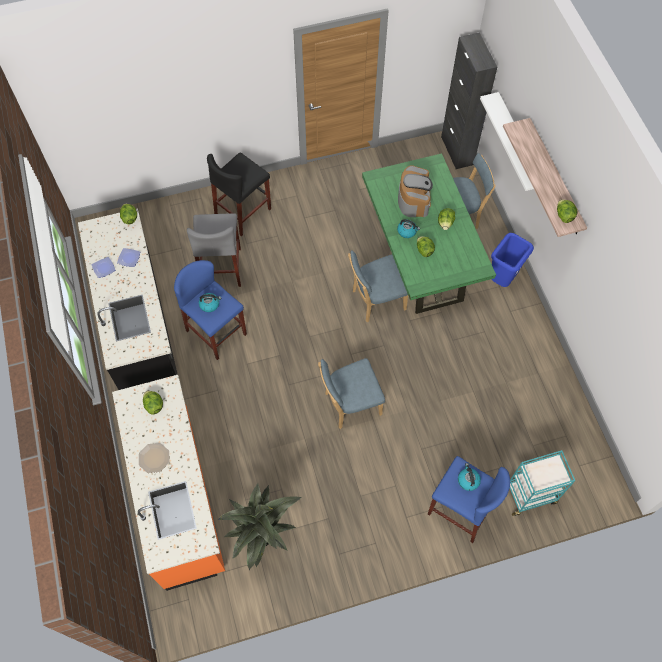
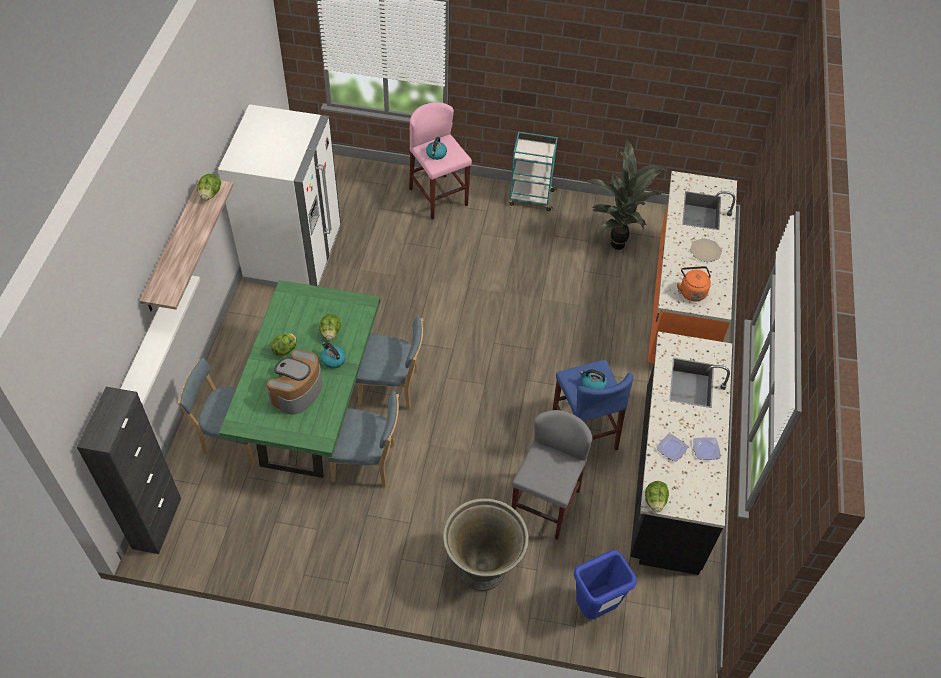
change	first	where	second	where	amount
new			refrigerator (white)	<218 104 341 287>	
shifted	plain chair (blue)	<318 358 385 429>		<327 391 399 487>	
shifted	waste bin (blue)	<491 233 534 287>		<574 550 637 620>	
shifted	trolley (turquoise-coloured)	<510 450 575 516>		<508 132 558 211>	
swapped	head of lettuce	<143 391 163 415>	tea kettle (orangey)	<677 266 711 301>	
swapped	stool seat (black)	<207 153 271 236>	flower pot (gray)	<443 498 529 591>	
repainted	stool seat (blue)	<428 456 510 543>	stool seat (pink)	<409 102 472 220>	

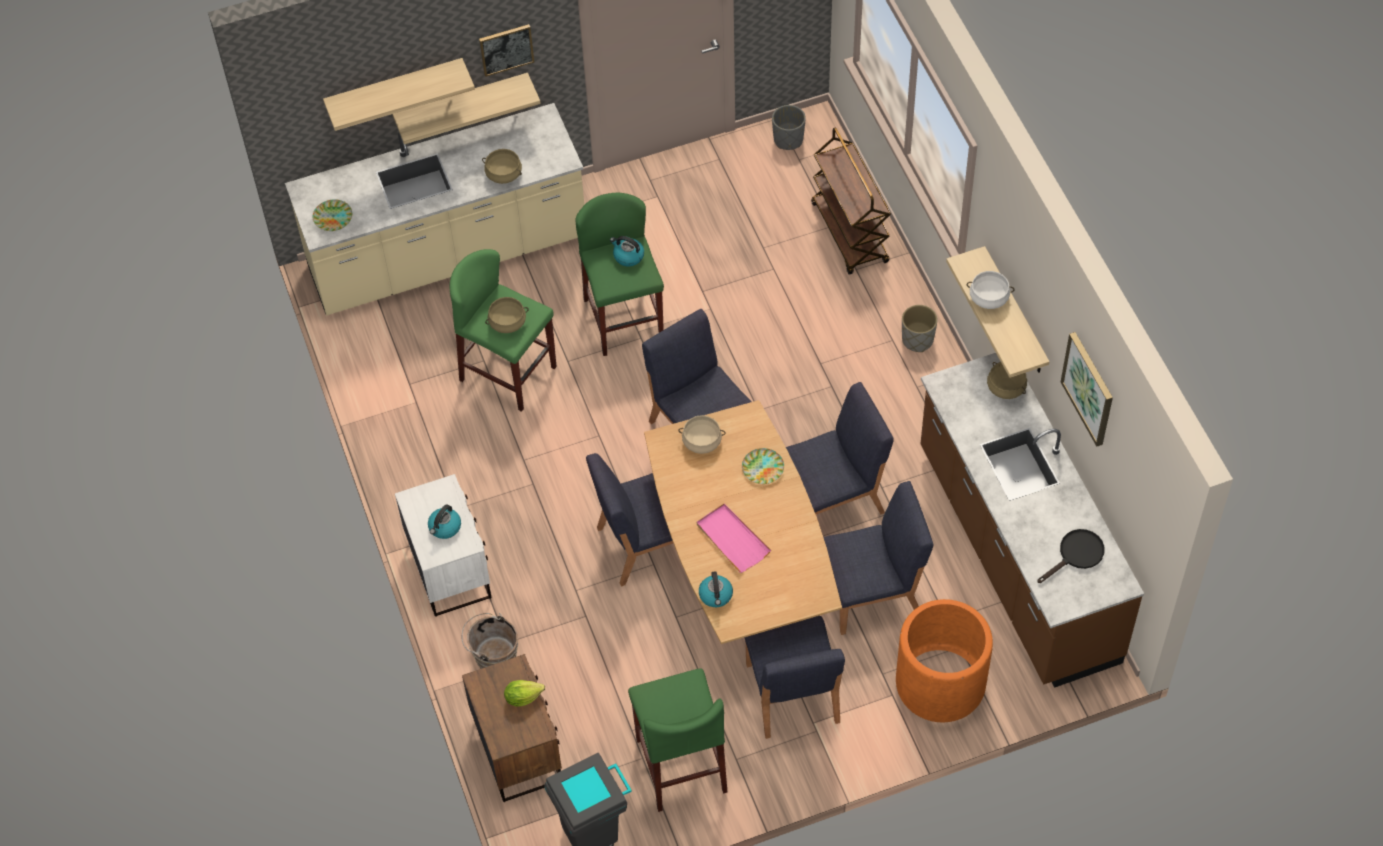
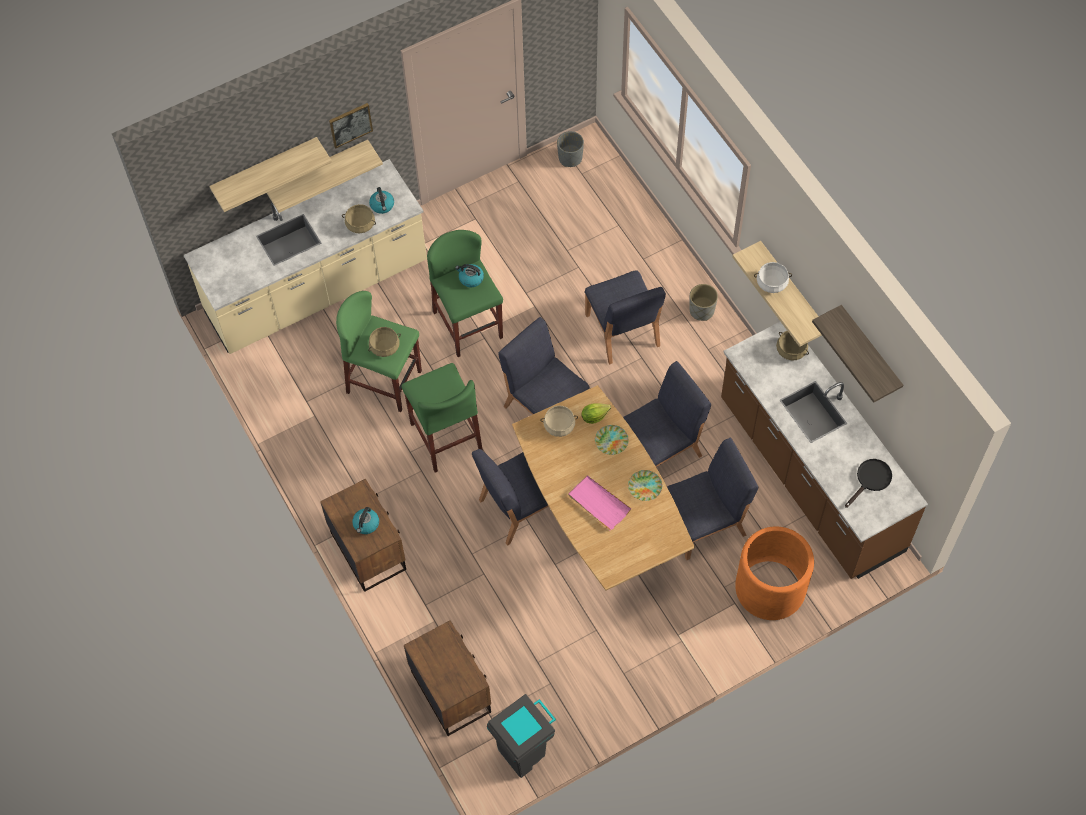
change	first	where	second	where	amount
gone	bucket (brown)	<462 613 518 669>			
gone	trolley (brown)	<811 127 891 275>			
shifted	plate	<313 199 352 231>		<628 470 662 501>	
shifted	head of lettuce	<504 680 545 707>		<581 403 611 424>	
shifted	stool seat (greenish)	<628 668 727 812>		<401 363 483 473>	
shifted	tea kettle	<699 571 733 607>		<369 187 394 214>	
shifted	plain chair (blue)	<745 616 845 739>		<585 270 666 364>	
swapped	wall art	<1061 332 1113 447>	shelf	<812 305 903 403>	
repainted	bedside table (white)	<395 474 492 617>	bedside table (brown)	<320 479 406 592>	

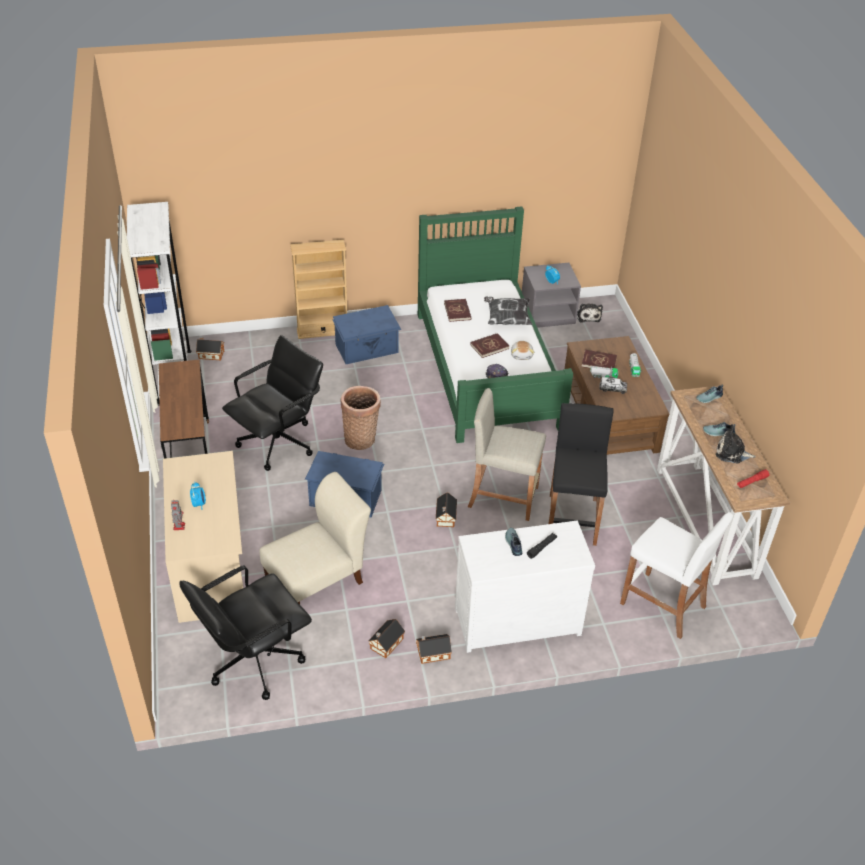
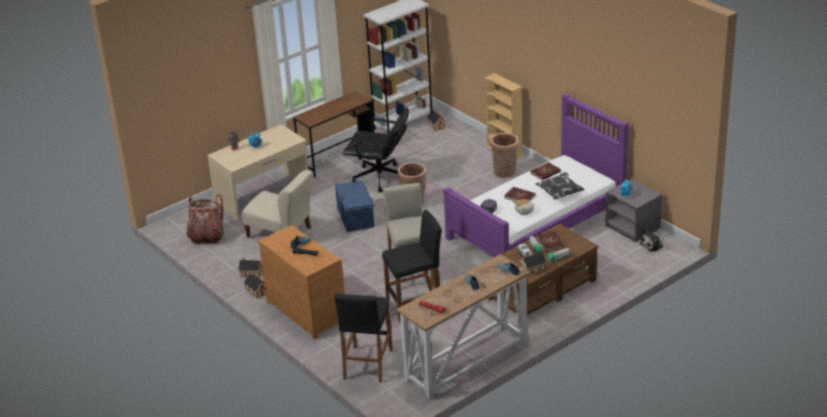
change	first	where	second	where	amount
gone	plush toy	<716 425 756 463>			
shifted	model house	<436 493 457 527>		<520 252 547 275>	
swapped	computer chair (black)	<179 566 312 700>	knapsack	<186 194 224 245>	
swapped	storage box (blue)	<332 305 401 364>	household basket	<490 133 519 178>	
repainted	bedroom bed (greenish)	<418 206 573 443>	bedroom bed (purple-coloured)	<443 93 629 257>	
repainted	dresser (white)	<455 520 595 653>	dresser (brown)	<258 225 345 339>	
repainted	stool seat (white)	<620 512 733 639>	stool seat (black)	<335 293 393 383>	

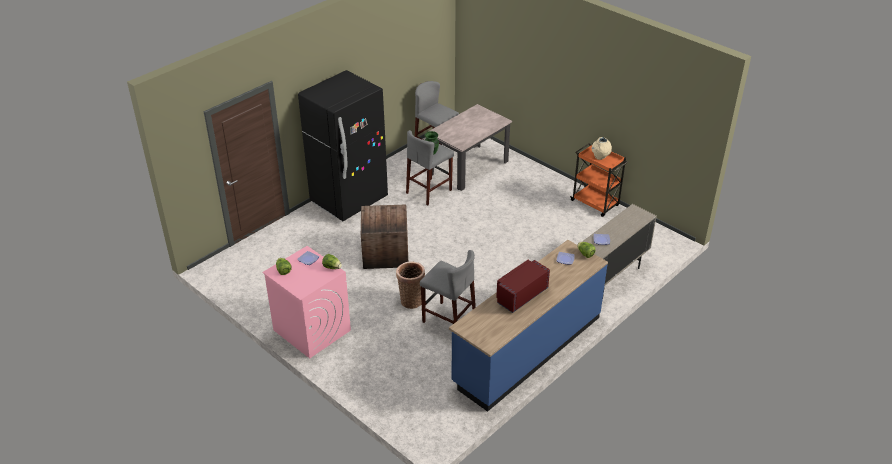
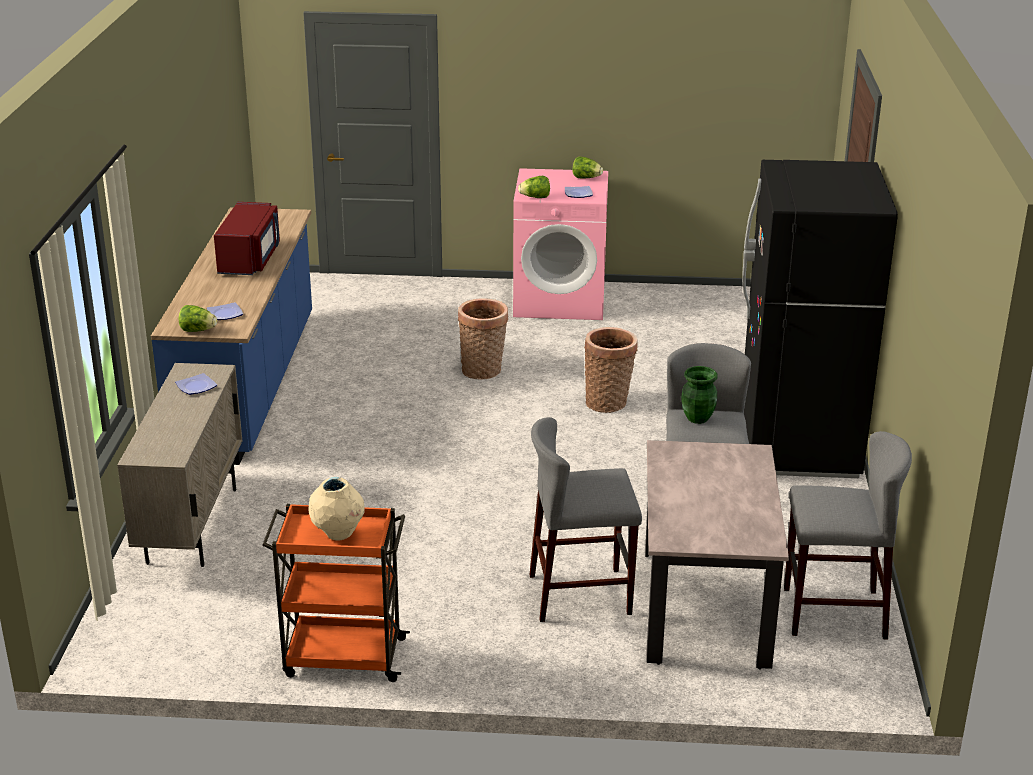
change	first	where	second	where	amount
shifted	stool seat (gray)	<420 250 476 324>		<529 417 642 622>	
swapped	crate	<361 204 408 269>	household basket	<584 327 637 413>	

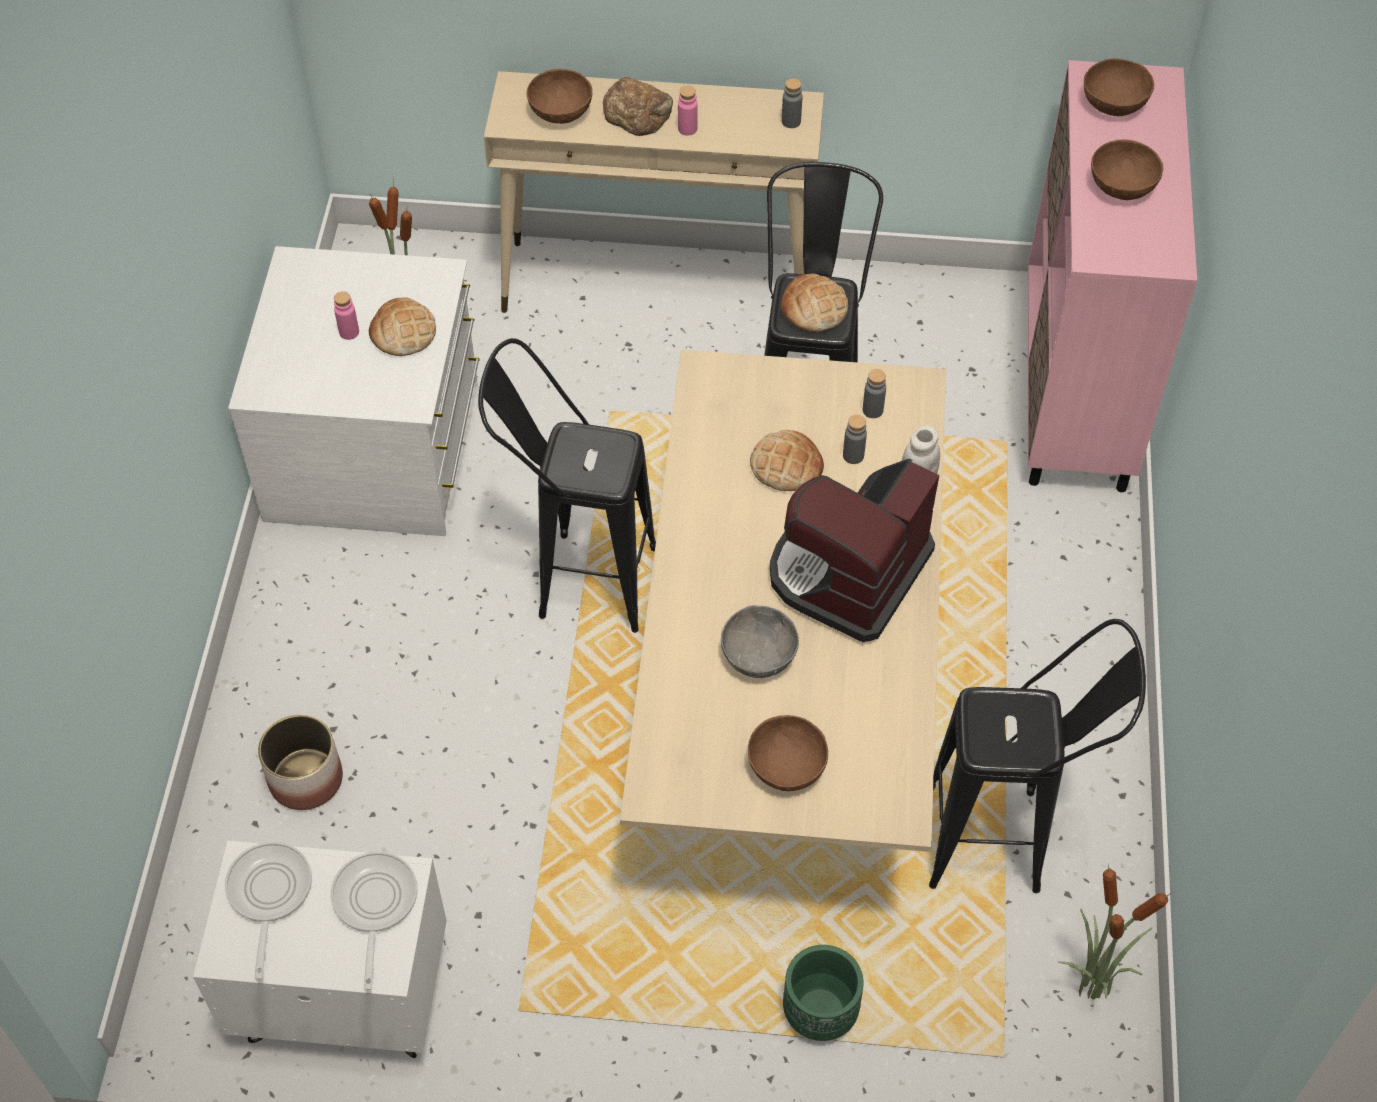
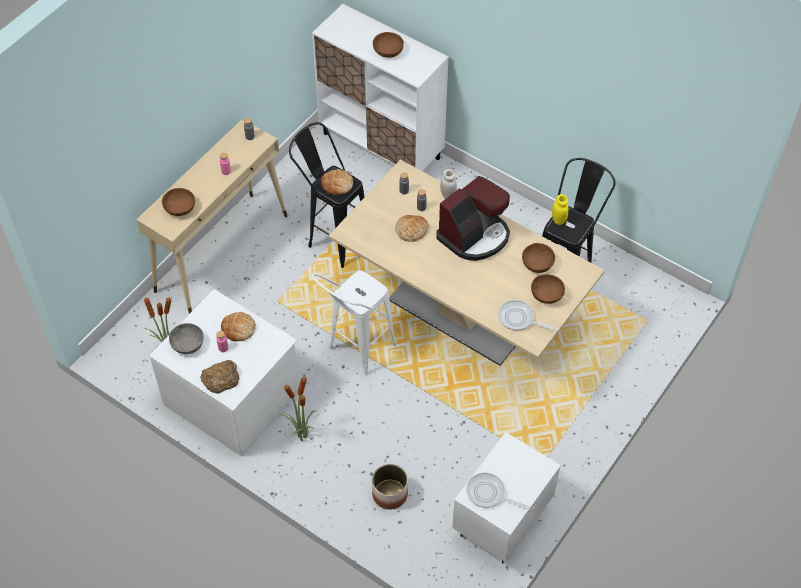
change	first	where	second	where	amount
gone	flower pot (greenish)	<783 945 863 1041>			
new			jar (yellow)	<552 194 568 225>	
shifted	skillet	<331 852 418 990>		<498 300 558 331>	
shifted	bread	<603 77 673 136>		<200 360 239 394>	
shifted	deep dish (gray)	<721 605 799 678>		<169 323 204 354>	
shifted	plant in a pot	<1058 864 1171 1000>		<279 374 317 441>	
shifted	deep dish (brown)	<1084 58 1154 116>		<522 243 555 273>	
repainted	stool seat (black)	<478 338 656 633>	stool seat (white)	<312 270 397 375>	
repainted	storage cabinet (pink)	<1028 60 1197 492>	storage cabinet (white)	<312 4 448 171>	
rotated	coffee maker	<770 459 939 642>		<436 176 510 261>	105 degrees counterclockwise

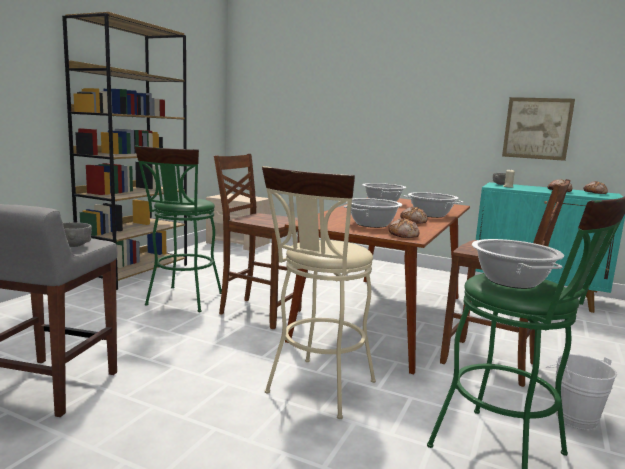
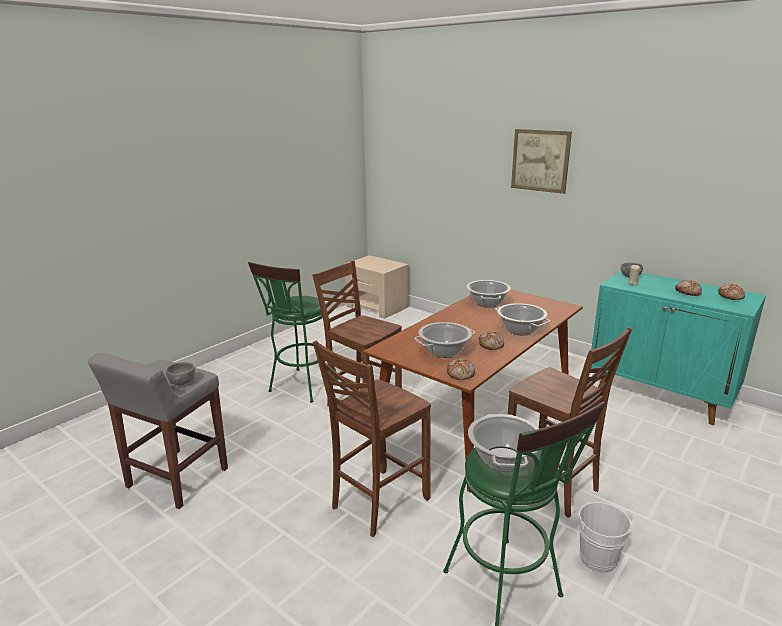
change	first	where	second	where	amount
gone	bookcase (brown)	<62 12 187 290>			
shifted	wall art	<502 97 575 161>		<511 129 572 194>	
swapped	stool seat (sand-coloured)	<262 166 376 419>	plain chair (brown)	<313 341 431 537>	

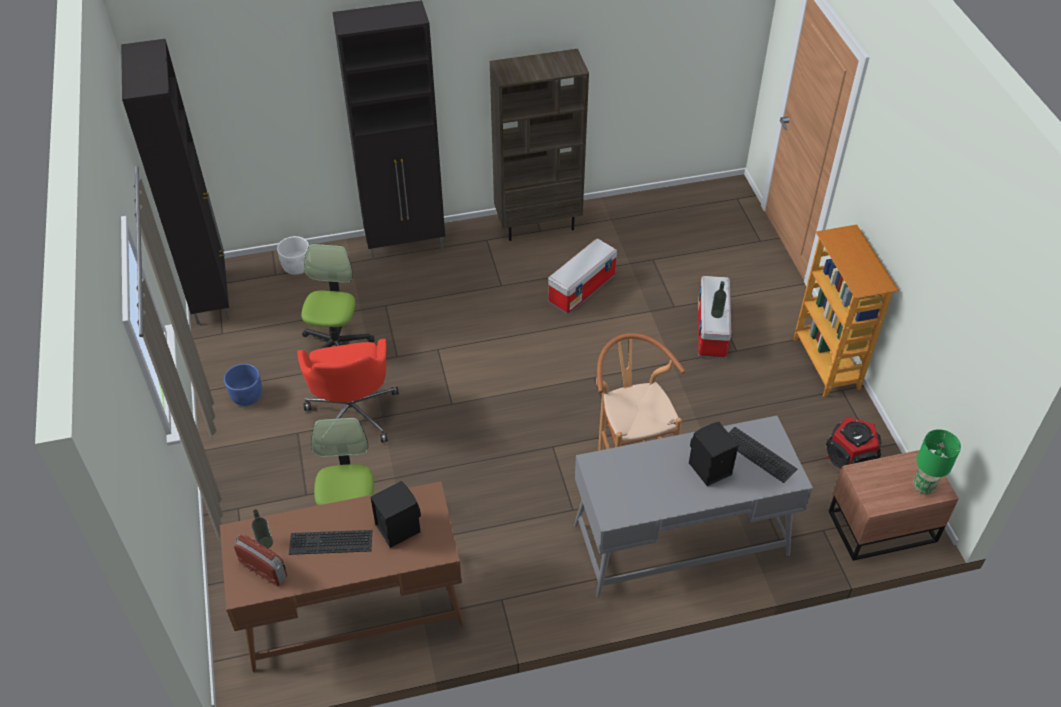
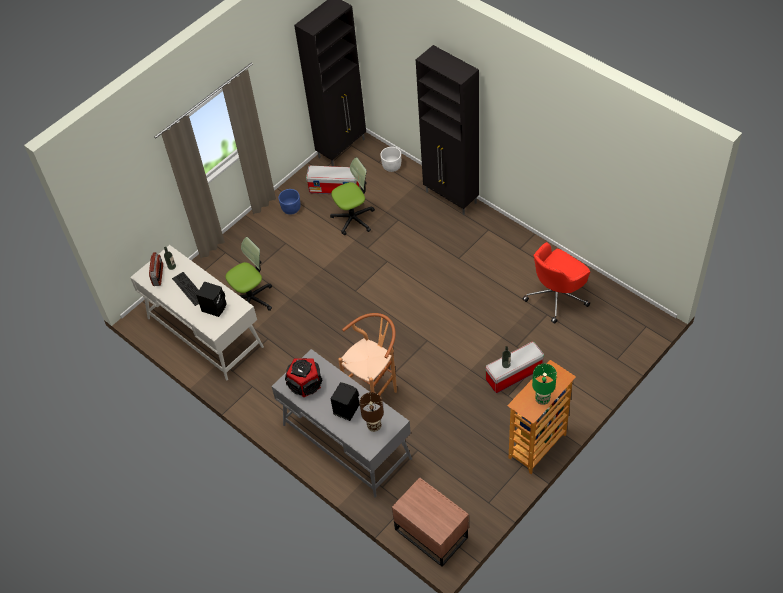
change	first	where	second	where	amount
gone	bookcase (brown)	<490 49 589 241>			
shifted	computer chair (red-coloured)	<297 338 399 442>		<522 242 590 324>	
shifted	storage box	<548 238 617 314>		<306 165 359 194>	
shifted	audio speaker	<826 417 882 469>		<285 358 323 397>	
shifted	tabletop lamp (greenish)	<913 429 961 494>		<532 364 557 405>	
swapped	keyboard	<729 427 797 483>	tabletop lamp (brown)	<359 392 384 432>	
repainted	desk table (brown)	<220 481 464 672>	desk table (white)	<130 245 264 381>	

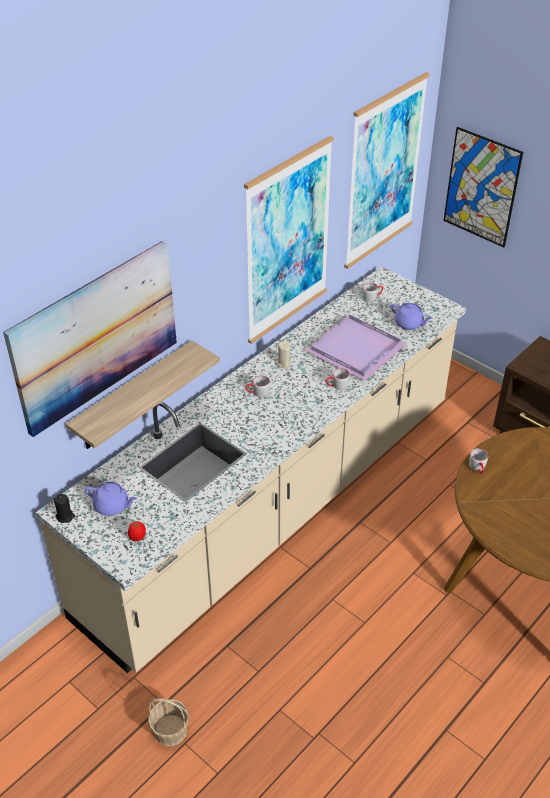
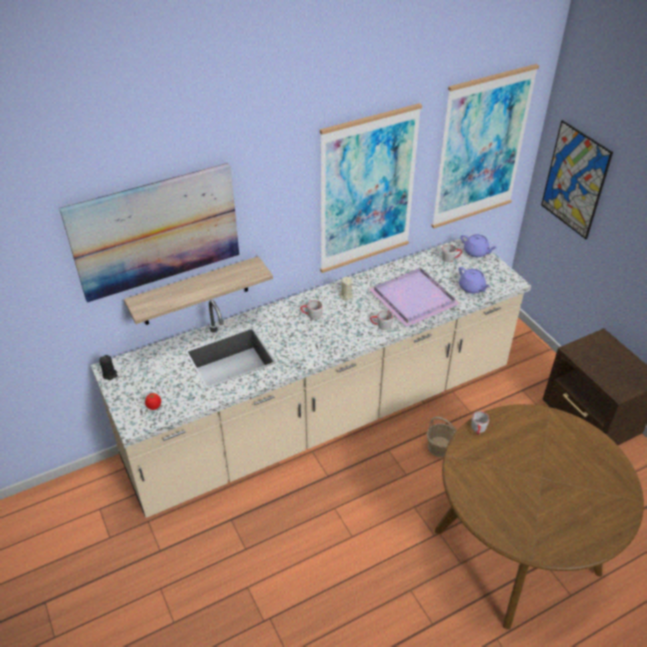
change	first	where	second	where	amount
shifted	tea pot (purple-coloured)	<85 482 137 516>		<461 234 497 257>	
shifted	household basket	<148 698 189 746>		<427 417 456 457>	

